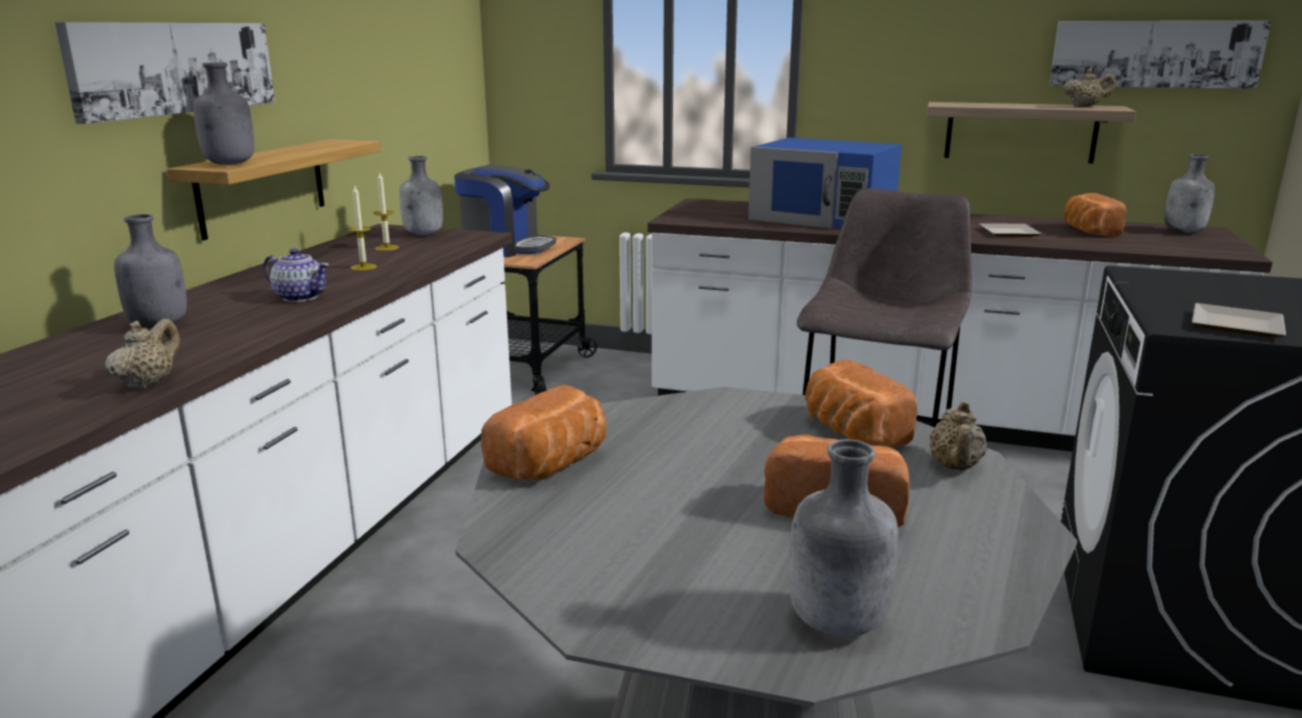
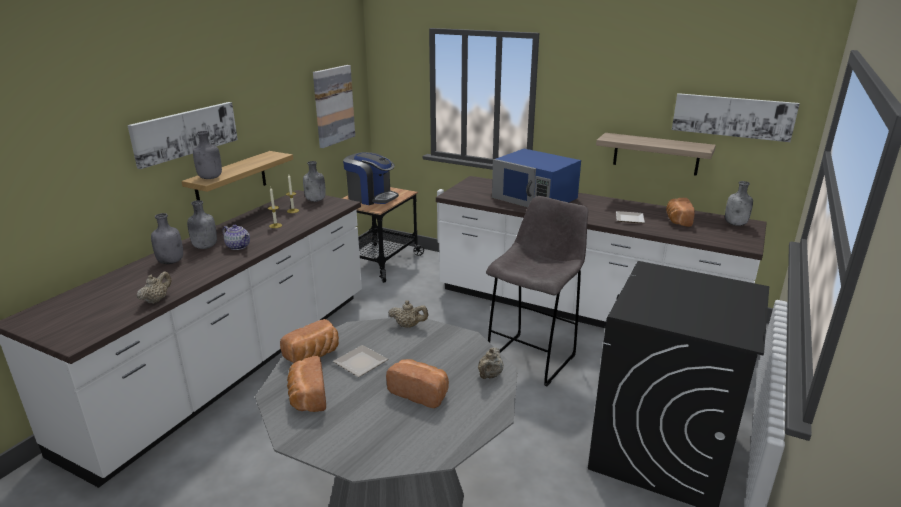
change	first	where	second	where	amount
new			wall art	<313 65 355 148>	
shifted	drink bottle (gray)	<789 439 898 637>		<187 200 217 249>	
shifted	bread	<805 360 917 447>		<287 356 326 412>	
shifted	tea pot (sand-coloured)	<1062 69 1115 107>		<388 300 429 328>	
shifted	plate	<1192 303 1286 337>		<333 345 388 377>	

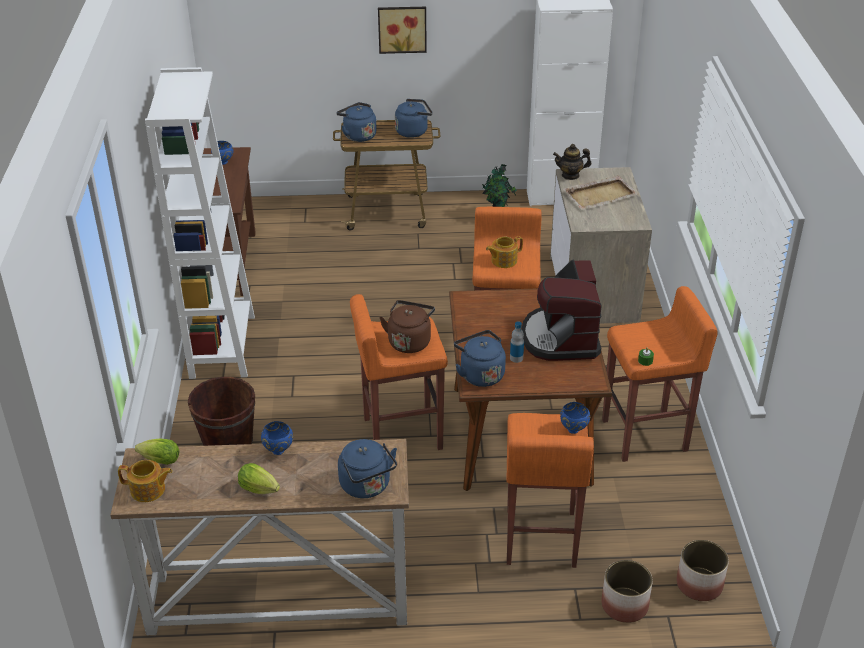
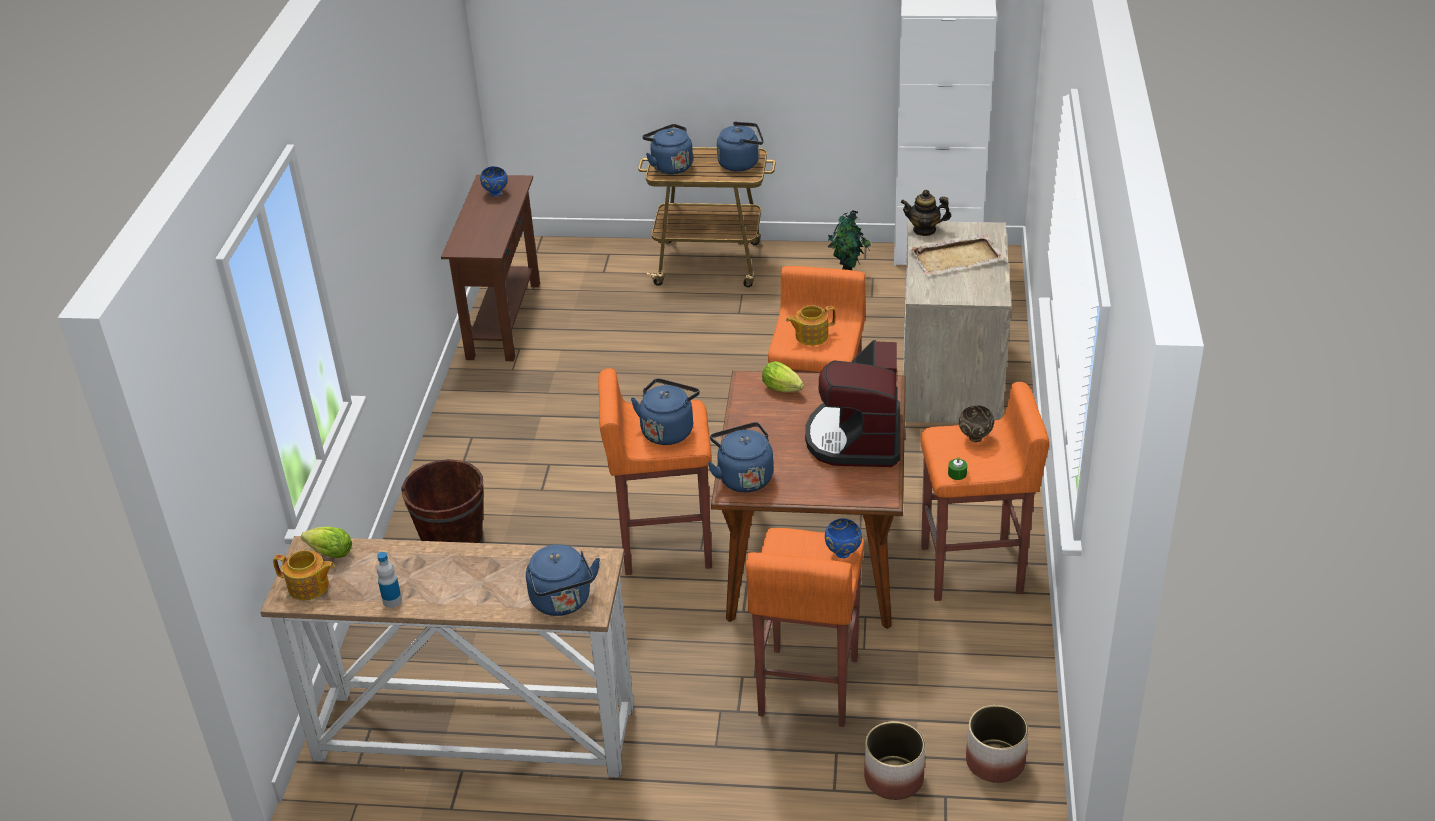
change	first	where	second	where	amount
gone	bookcase (white)	<145 67 255 379>			
gone	deep dish (blue)	<261 421 293 455>			
gone	wall art	<378 7 427 54>			
new			deep dish (brown)	<959 406 994 442>	
shifted	head of lettuce	<238 463 280 494>		<762 361 804 392>	
shifted	drink bottle	<510 321 524 363>		<377 552 402 608>	
repainted	tea kettle (brown)	<379 300 435 353>	tea kettle (blue)	<631 379 700 445>	

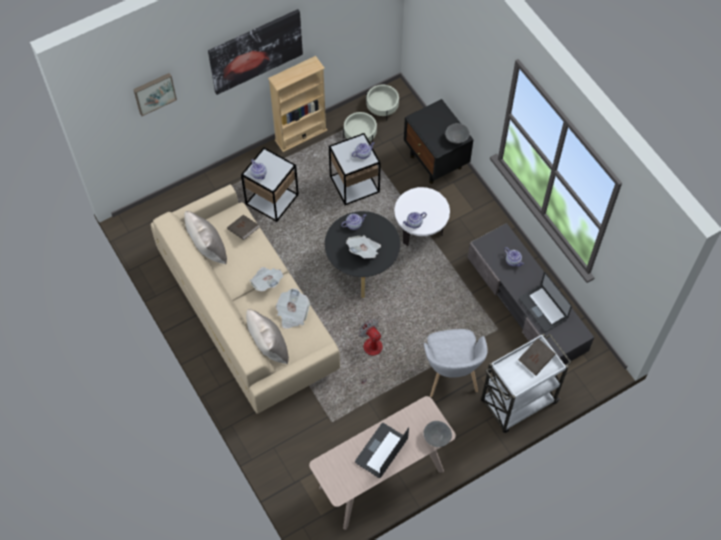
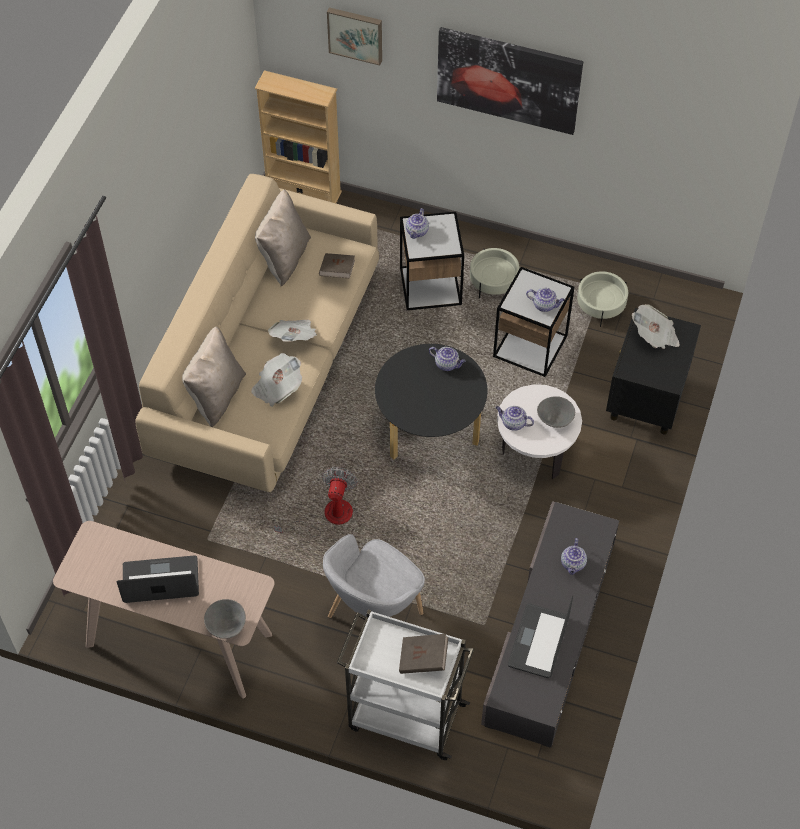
change	first	where	second	where	amount
shifted	bookcase (sand-coloured)	<268 56 327 152>		<255 70 342 203>	
shifted	daily paper	<346 235 381 258>		<632 304 680 349>	
shifted	flower pot (sand-coloured)	<366 85 399 121>		<470 248 520 298>	
shifted	deep dish (gray)	<445 123 470 143>		<537 396 575 428>	

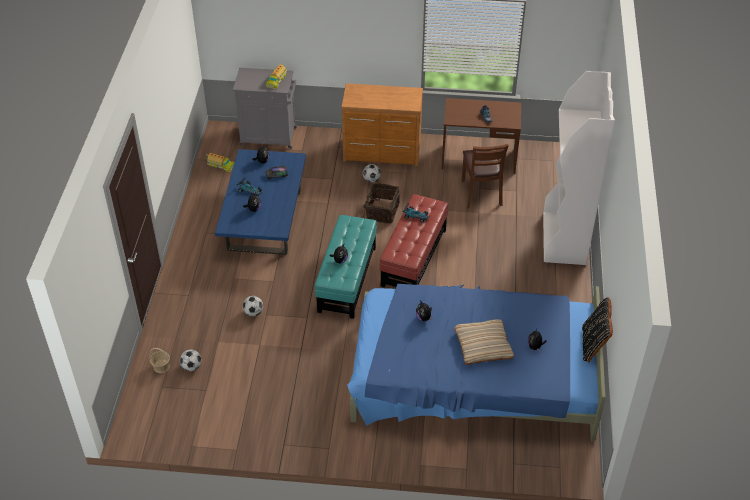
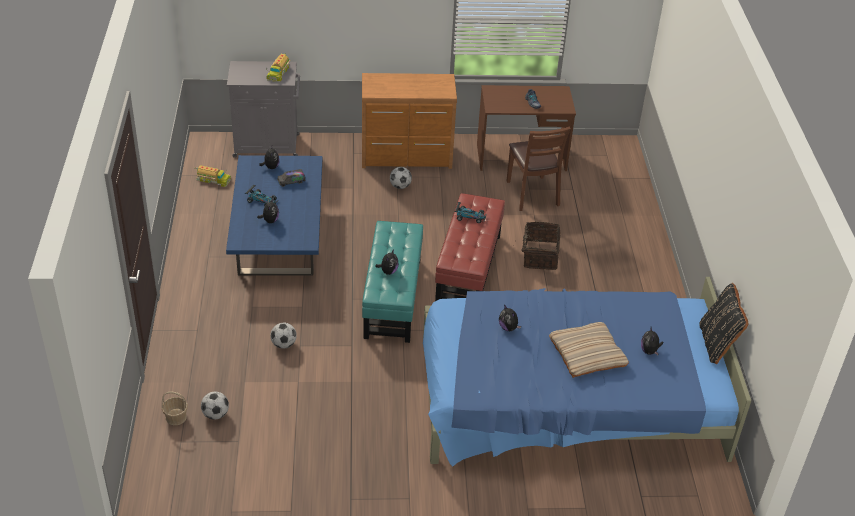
change	first	where	second	where	amount
gone	bookcase (white)	<543 71 615 265>			
shifted	household basket	<363 184 400 224>		<515 222 561 270>	

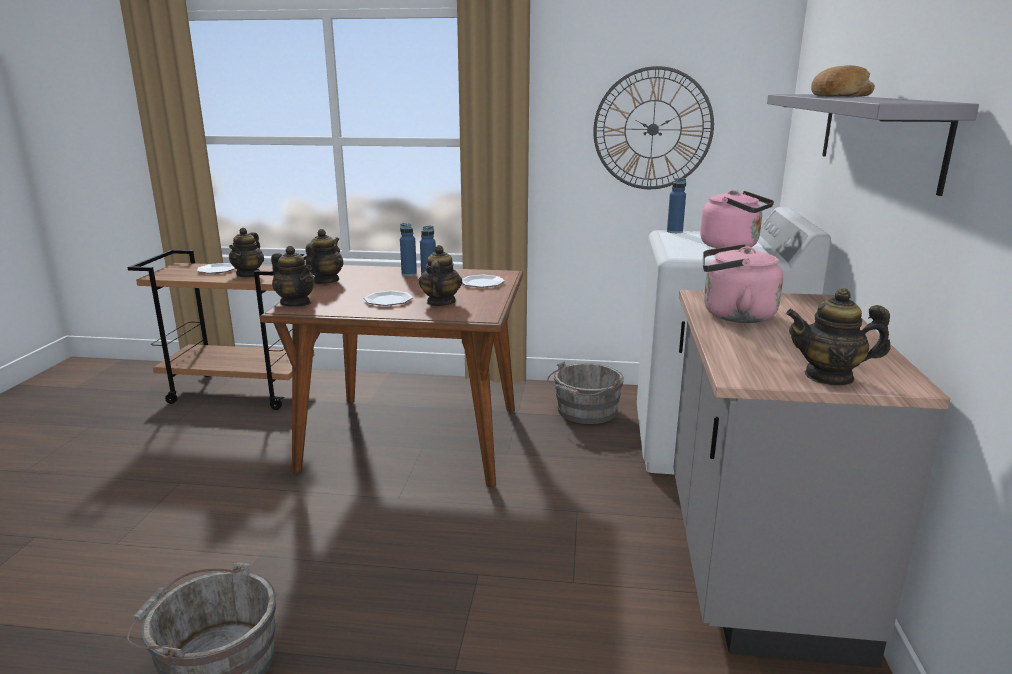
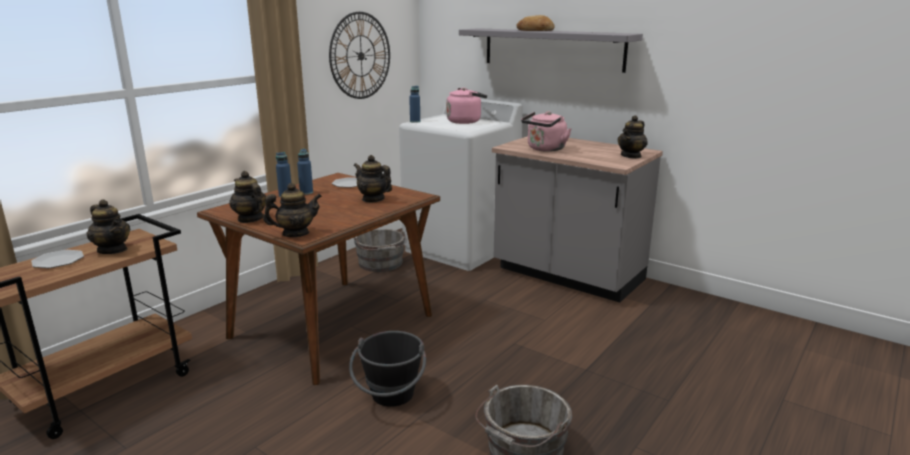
change	first	where	second	where	amount
gone	plate	<364 291 413 306>			
new			bucket (black)	<349 331 426 407>	

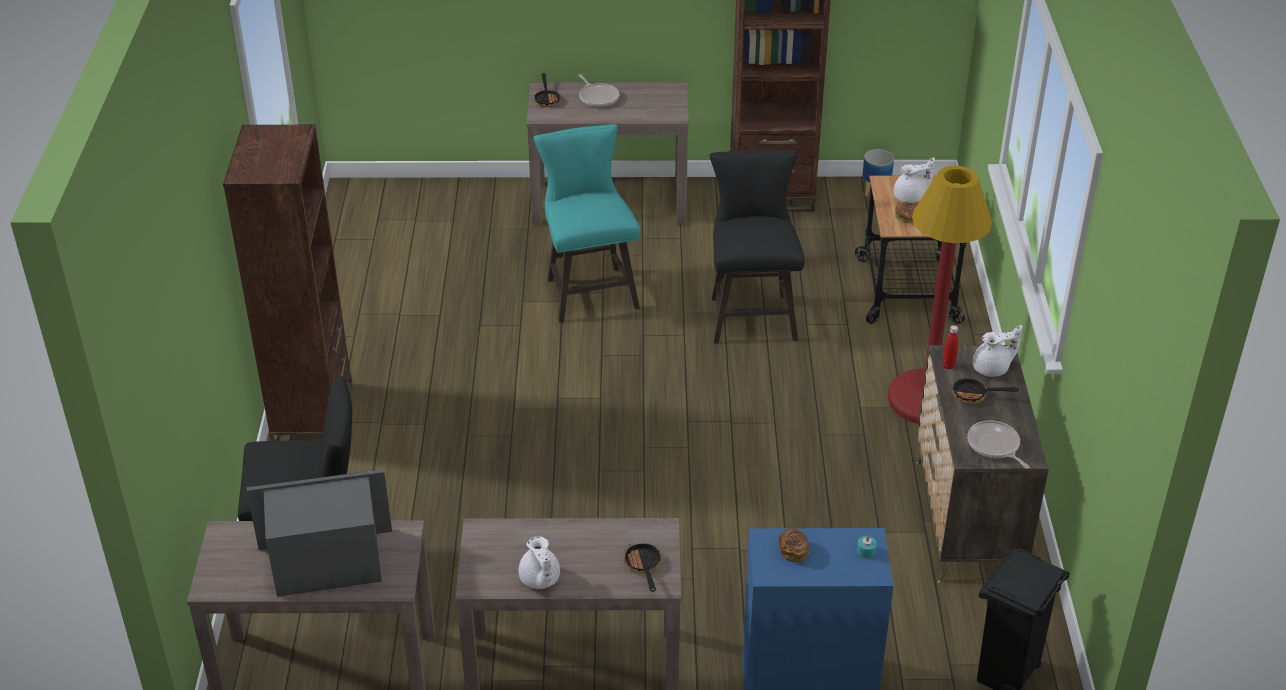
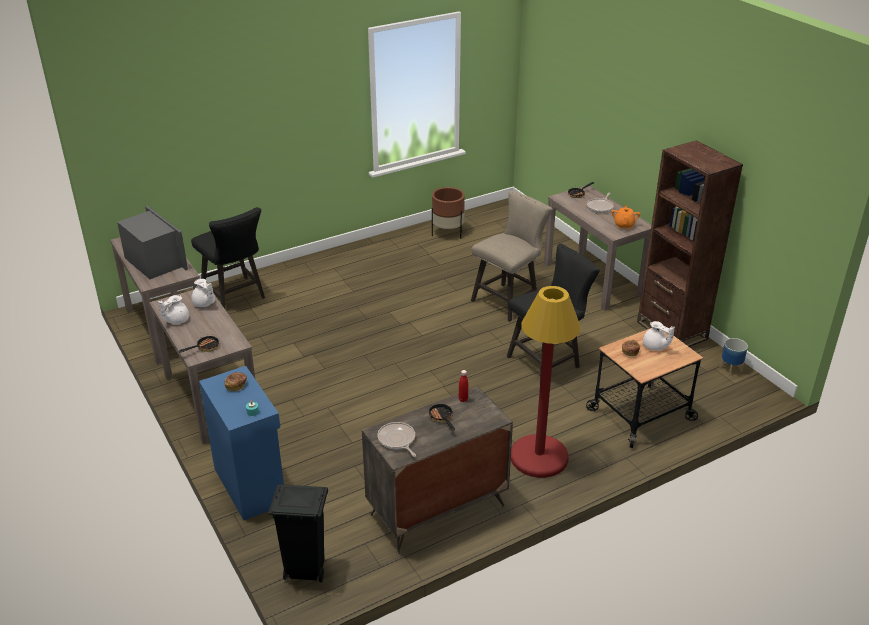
change	first	where	second	where	amount
gone	bookcase (brown)	<223 125 352 441>			
new			flower pot (brown)	<432 187 465 239>	
new			tea pot (orangey)	<611 205 641 229>	
shifted	tea pot (white)	<973 325 1022 377>		<192 279 215 307>	
repainted	stool seat (turquoise-coloured)	<533 124 640 323>	stool seat (sand-coloured)	<471 190 553 321>	
rotated	skillet	<967 421 1030 469>		<377 422 416 457>	60 degrees counterclockwise

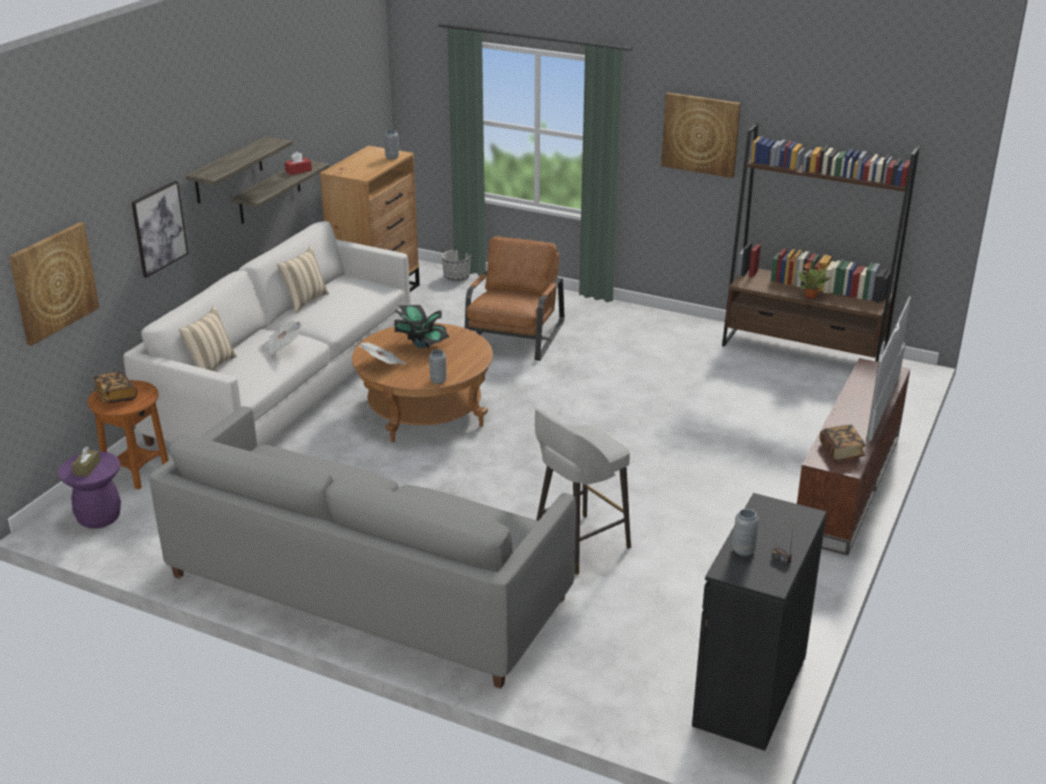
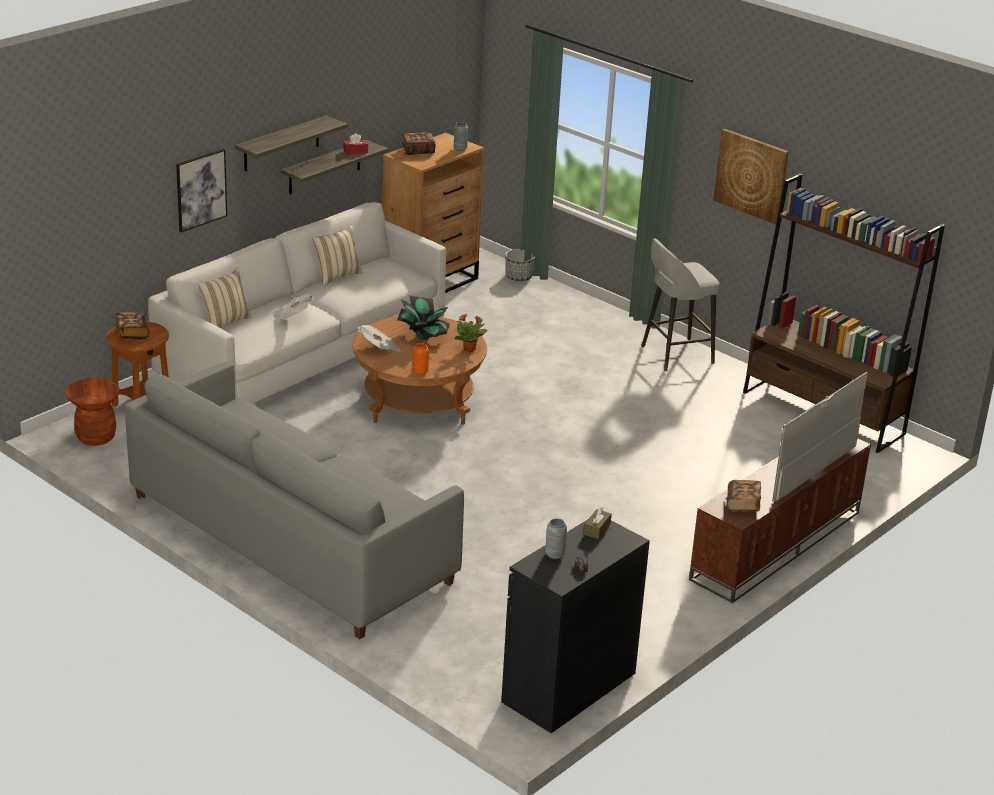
change	first	where	second	where	amount
gone	wall art	<9 222 99 346>			
gone	armchair (brown)	<465 236 564 361>			
new			book	<402 132 436 155>	
shifted	tissue holder (brown)	<72 446 101 477>		<584 507 612 539>	
shifted	stool seat (gray)	<535 408 631 575>		<641 238 719 371>	
shifted	plant in a pot	<796 262 830 299>		<454 314 487 352>	
repainted	stool seat (purple-coloured)	<58 451 121 529>	stool seat (brown)	<66 378 119 446>	
repainted	decorative vase (gray)	<429 350 447 384>	decorative vase (orangey)	<413 343 429 376>	

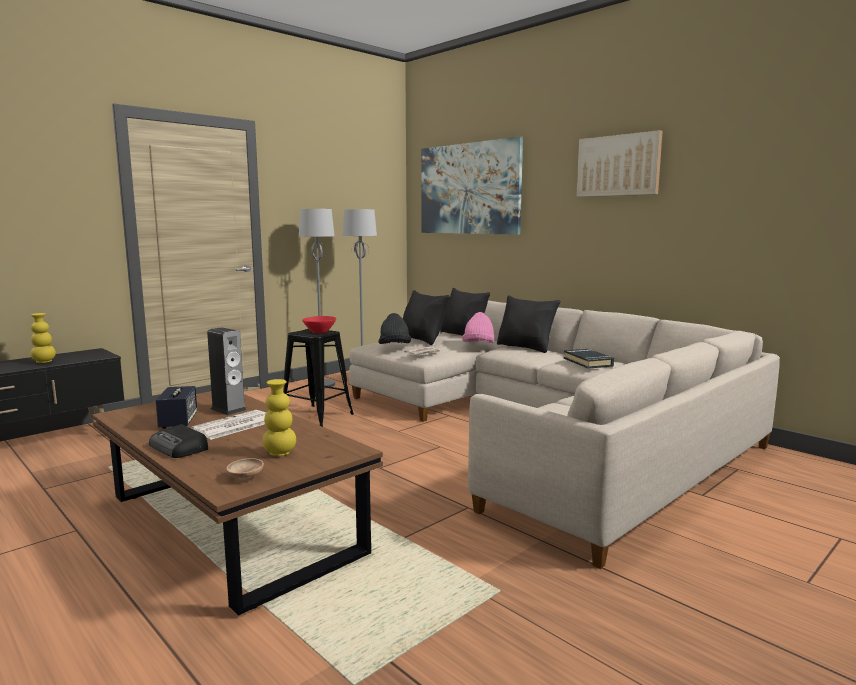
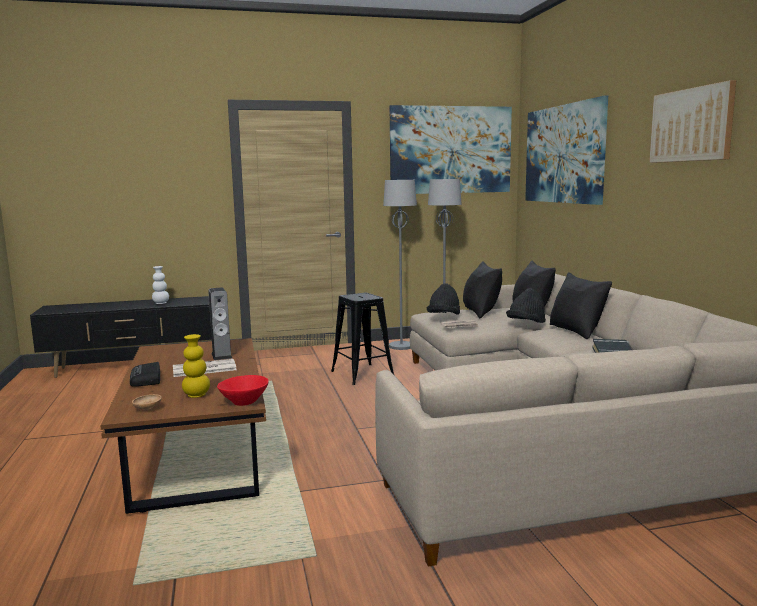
change	first	where	second	where	amount
gone	audio speaker	<156 386 197 429>			
new			wall art	<389 105 512 194>	
shifted	deep dish (red-coloured)	<302 316 336 334>		<217 375 269 406>	
repainted	decorative vase (yellow)	<30 313 56 363>	decorative vase (white)	<152 266 169 304>	
repainted	clothing hat (pink)	<462 312 494 343>	clothing hat (black)	<506 288 546 323>	

